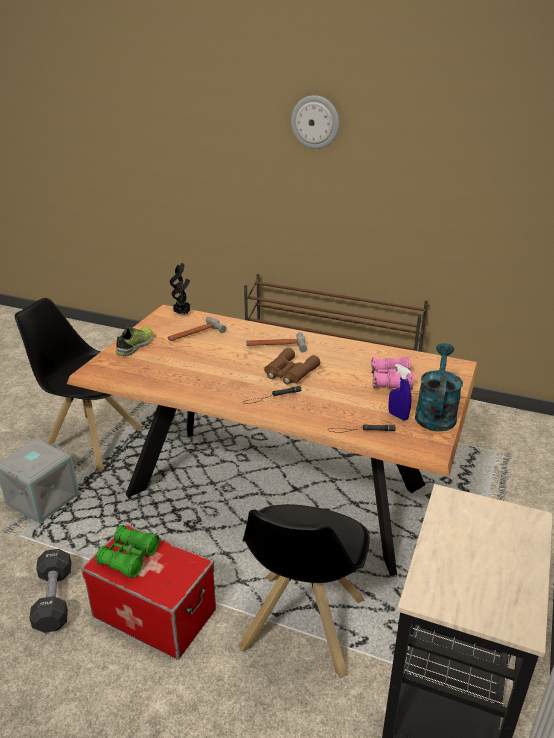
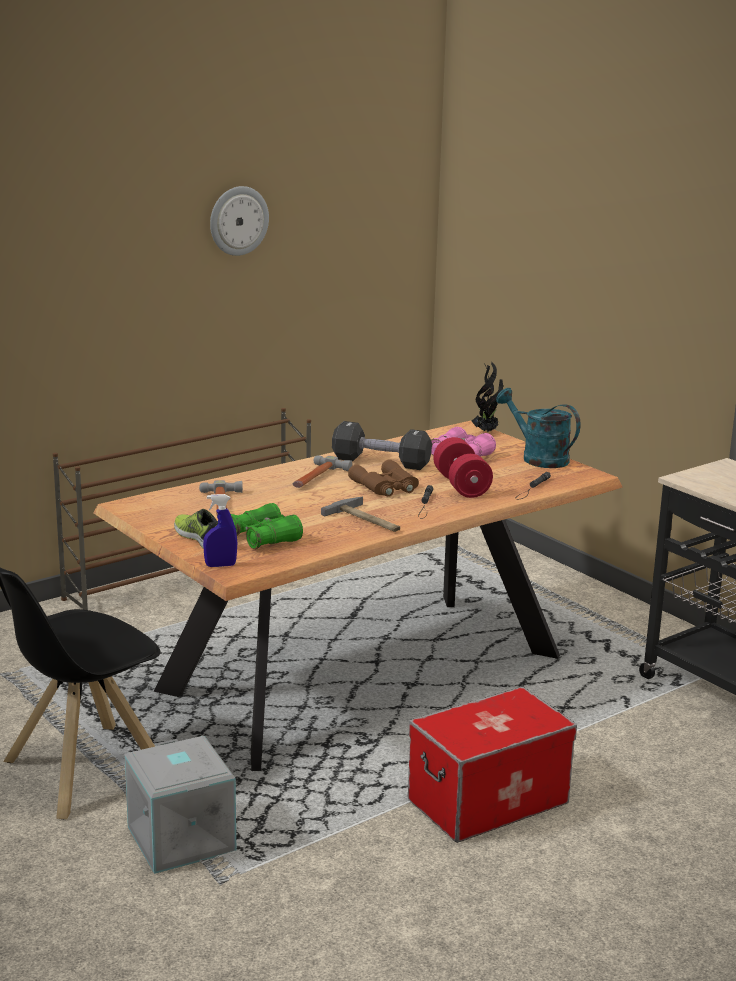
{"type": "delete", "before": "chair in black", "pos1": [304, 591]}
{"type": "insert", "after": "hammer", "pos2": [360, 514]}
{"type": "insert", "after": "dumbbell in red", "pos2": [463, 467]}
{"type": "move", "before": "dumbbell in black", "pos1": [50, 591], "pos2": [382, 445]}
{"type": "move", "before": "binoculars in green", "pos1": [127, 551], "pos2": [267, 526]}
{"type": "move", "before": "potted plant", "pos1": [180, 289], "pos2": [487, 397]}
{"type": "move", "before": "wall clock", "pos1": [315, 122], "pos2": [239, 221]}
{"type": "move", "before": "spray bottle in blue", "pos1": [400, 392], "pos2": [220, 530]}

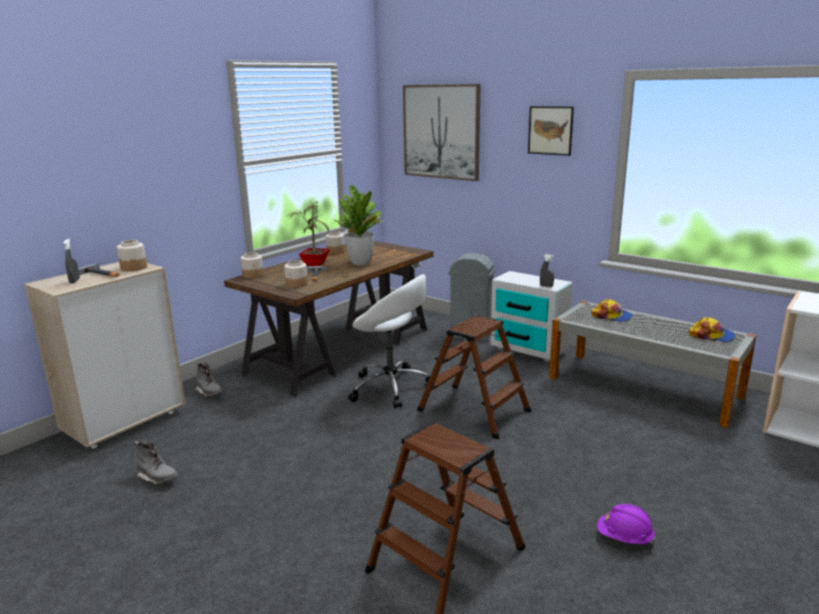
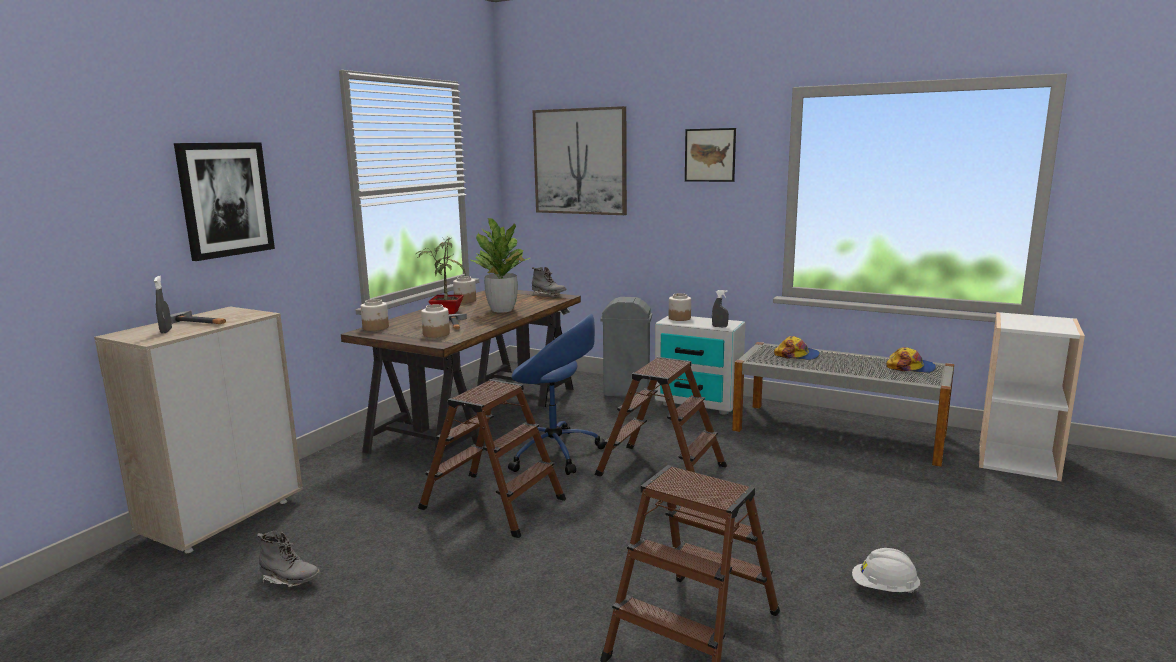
{"type": "insert", "after": "picture", "pos2": [224, 201]}
{"type": "insert", "after": "step ladder in brown", "pos2": [492, 458]}
{"type": "move", "before": "jar", "pos1": [132, 255], "pos2": [680, 307]}
{"type": "move", "before": "boot in grey", "pos1": [209, 379], "pos2": [549, 281]}
{"type": "recolor", "before": "office chair in white", "after": "office chair in blue", "pos1": [389, 341], "pos2": [557, 394]}
{"type": "recolor", "before": "hard hat in purple", "after": "hard hat in white", "pos1": [626, 524], "pos2": [886, 570]}

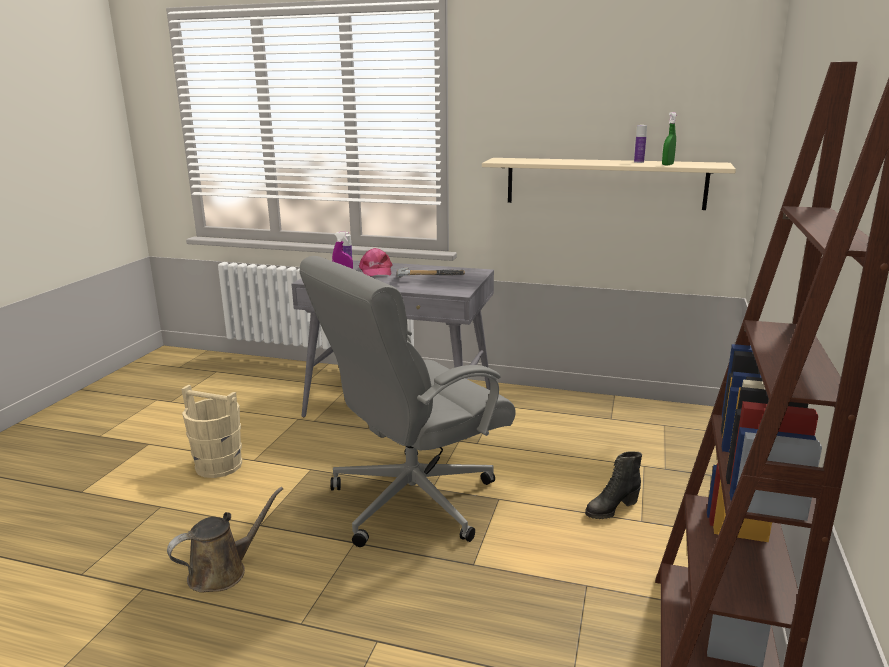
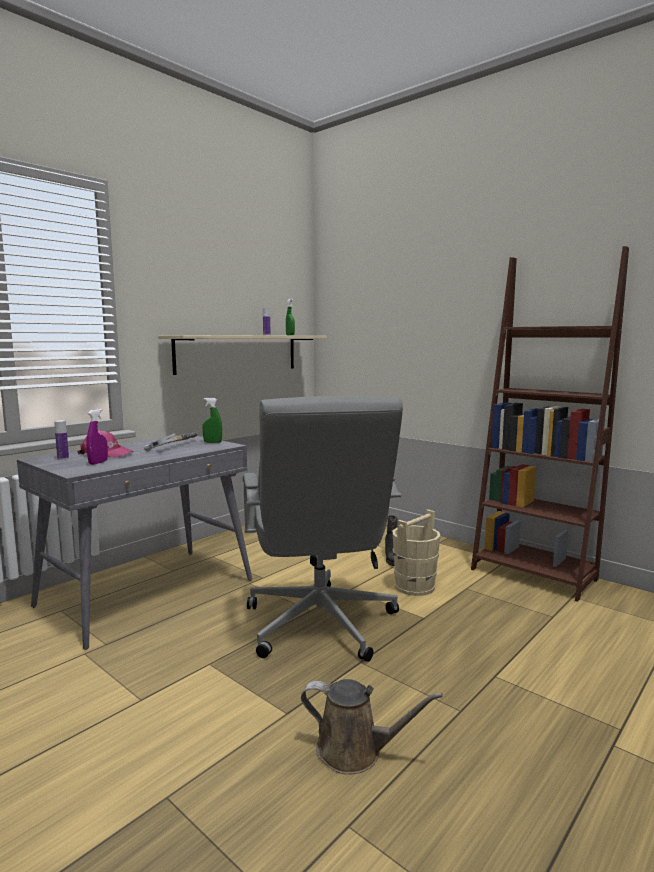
{"type": "insert", "after": "spray bottle in green", "pos2": [212, 420]}
{"type": "move", "before": "bucket in beige", "pos1": [211, 431], "pos2": [416, 552]}
{"type": "rotate", "before": "watering can in brown", "pos1": [225, 540], "pos2": [372, 727], "turn": 120}

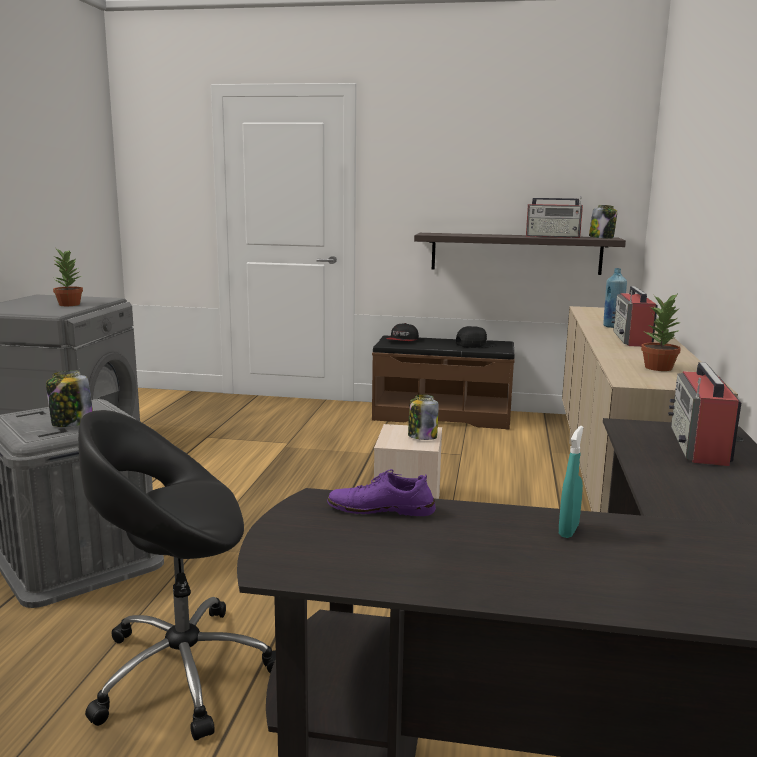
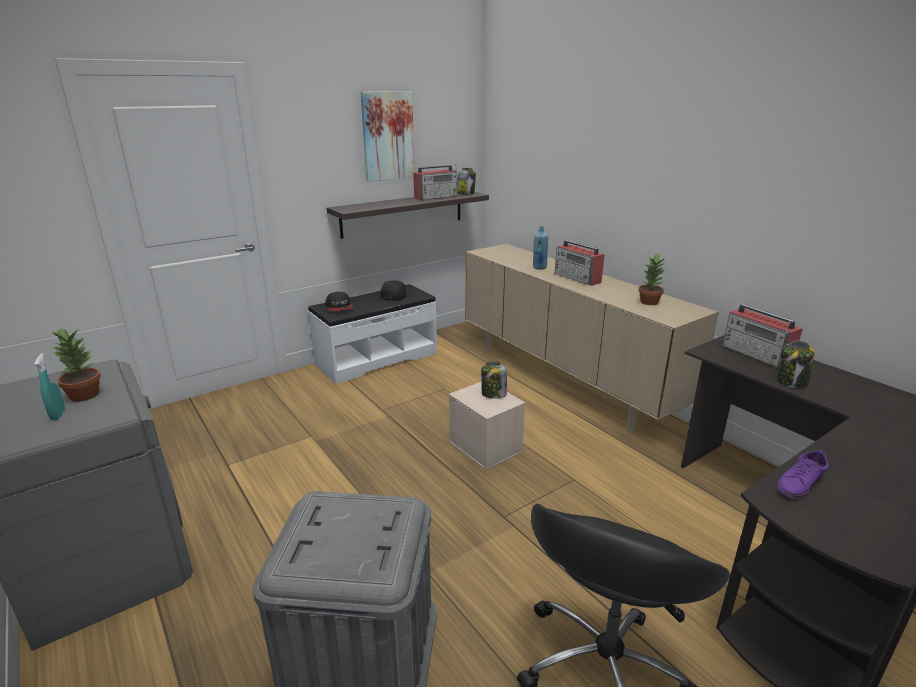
{"type": "insert", "after": "picture", "pos2": [387, 136]}
{"type": "move", "before": "jar", "pos1": [69, 398], "pos2": [796, 364]}
{"type": "move", "before": "spray bottle in turquoise", "pos1": [571, 482], "pos2": [49, 386]}
{"type": "recolor", "before": "bench in brown", "after": "bench in white", "pos1": [443, 382], "pos2": [372, 334]}

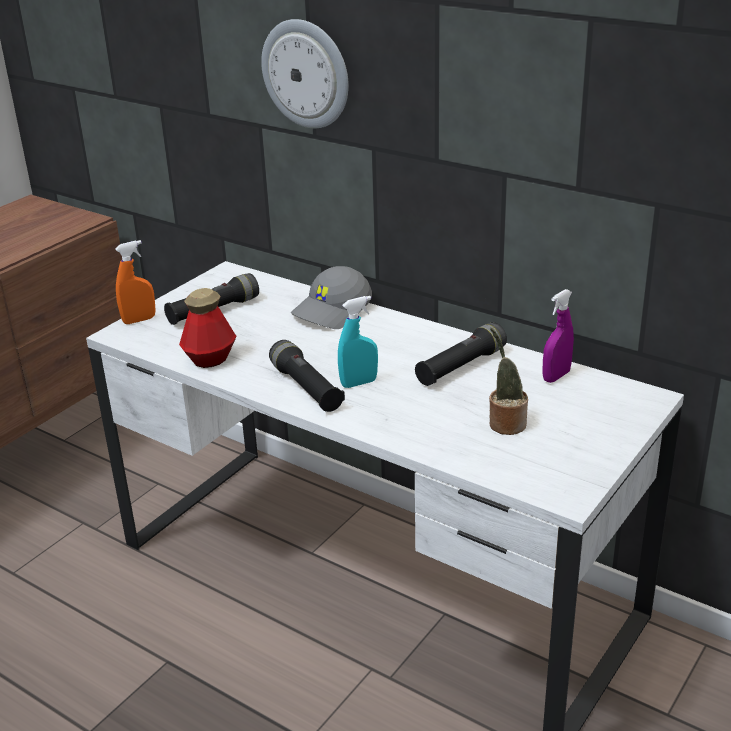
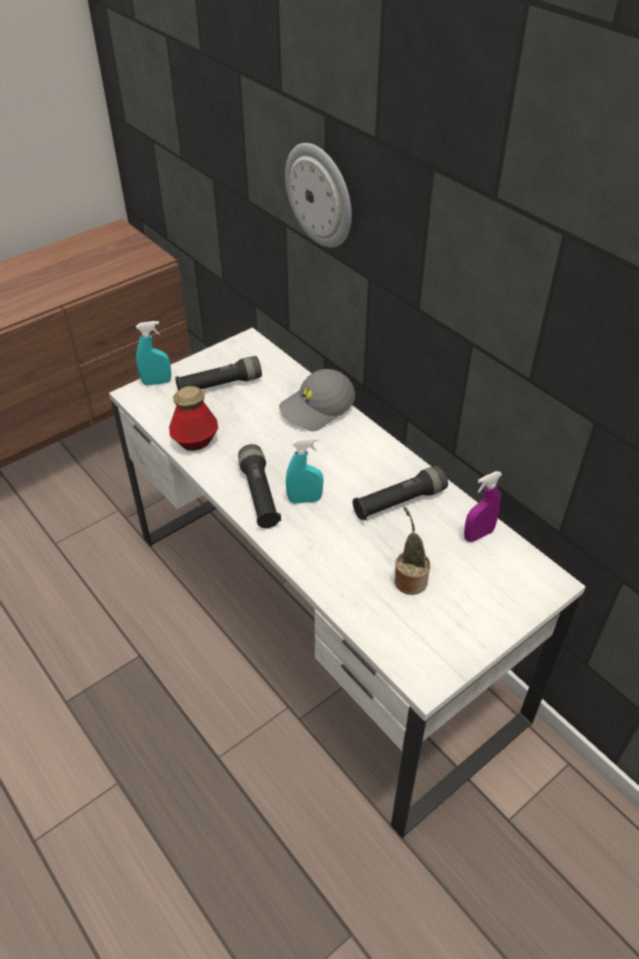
{"type": "recolor", "before": "spray bottle in orange", "after": "spray bottle in turquoise", "pos1": [135, 282], "pos2": [153, 353]}

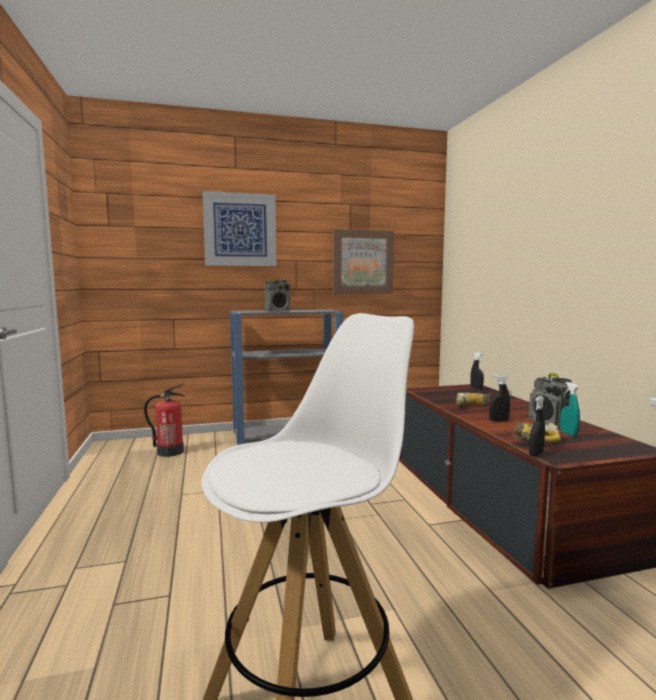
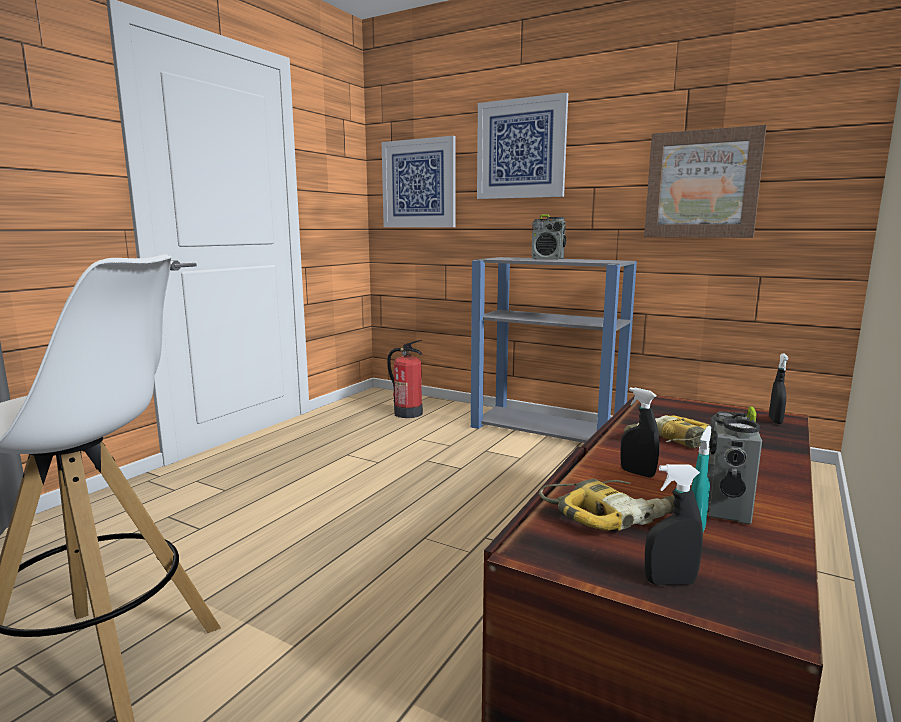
{"type": "insert", "after": "picture", "pos2": [418, 181]}
{"type": "move", "before": "spray bottle in black", "pos1": [537, 426], "pos2": [674, 524]}

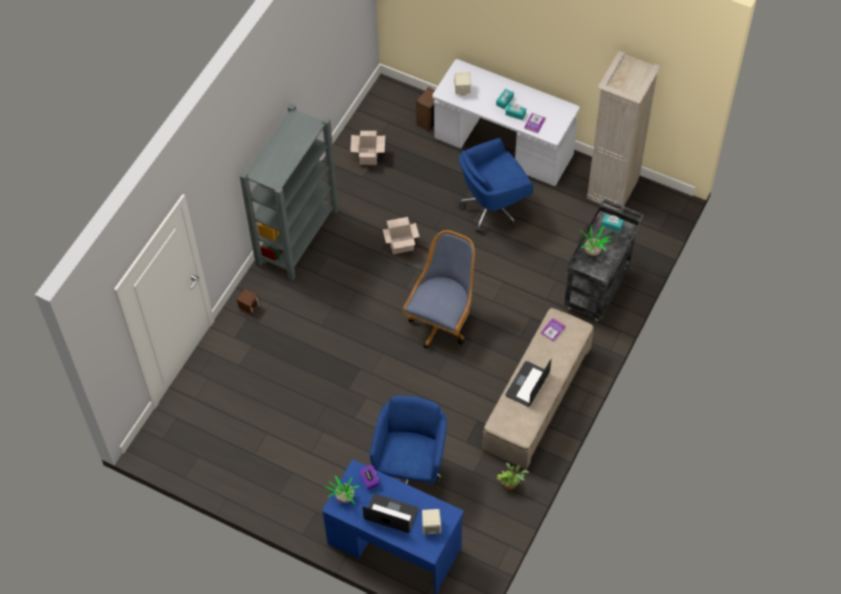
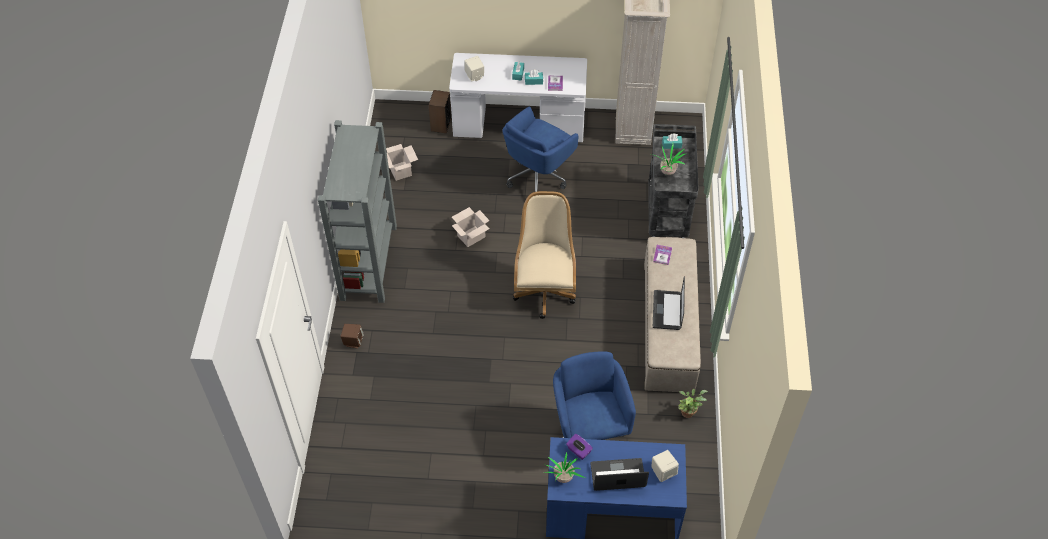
{"type": "recolor", "before": "office chair in blue", "after": "office chair in beige", "pos1": [438, 289], "pos2": [544, 255]}

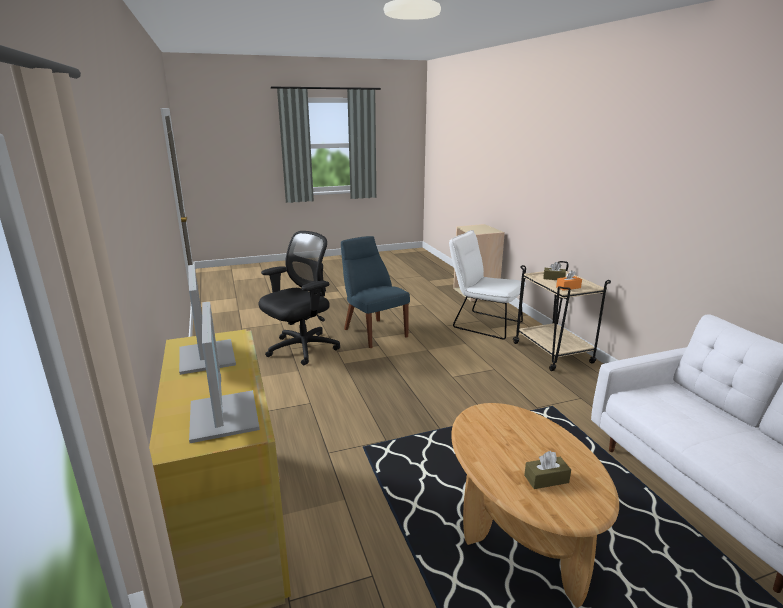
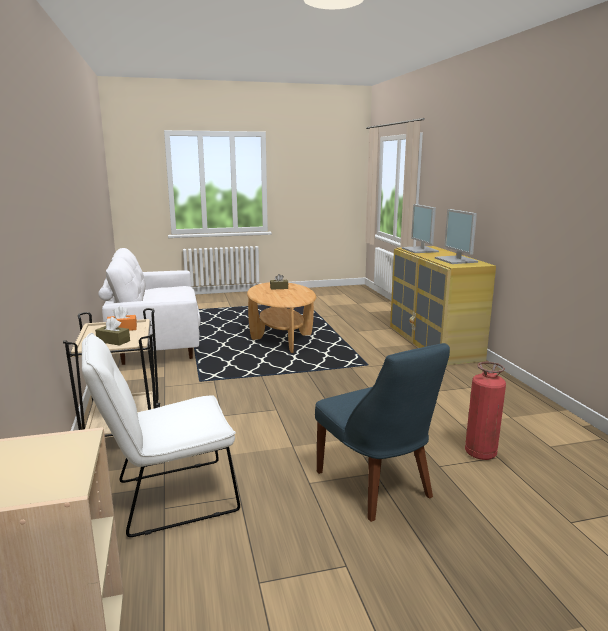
{"type": "replace", "before": "office chair in black", "after": "fire extinguisher", "pos1": [299, 298], "pos2": [485, 411]}
{"type": "rotate", "before": "chair in white", "pos1": [487, 285], "pos2": [161, 435], "turn": 120}

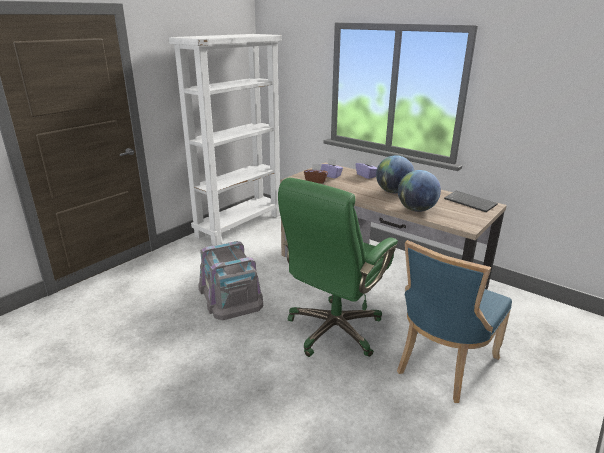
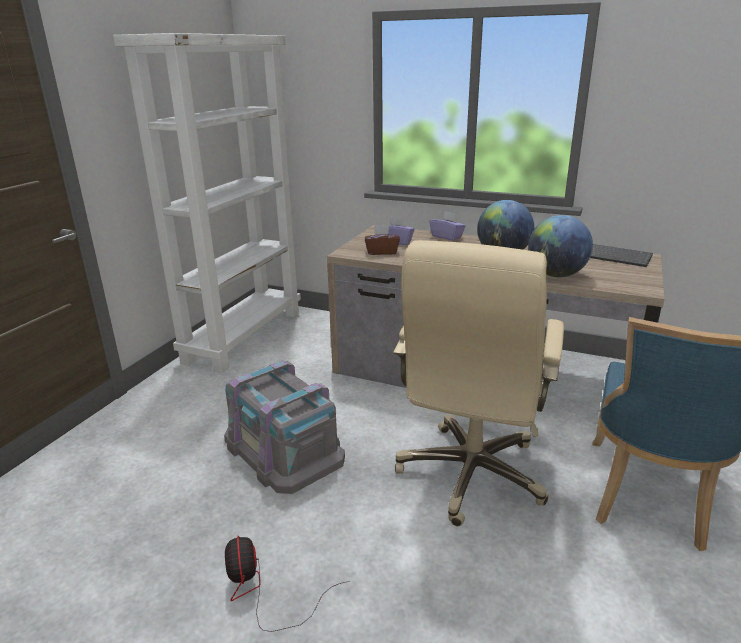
{"type": "insert", "after": "fan", "pos2": [287, 584]}
{"type": "recolor", "before": "office chair in green", "after": "office chair in beige", "pos1": [338, 267], "pos2": [478, 383]}

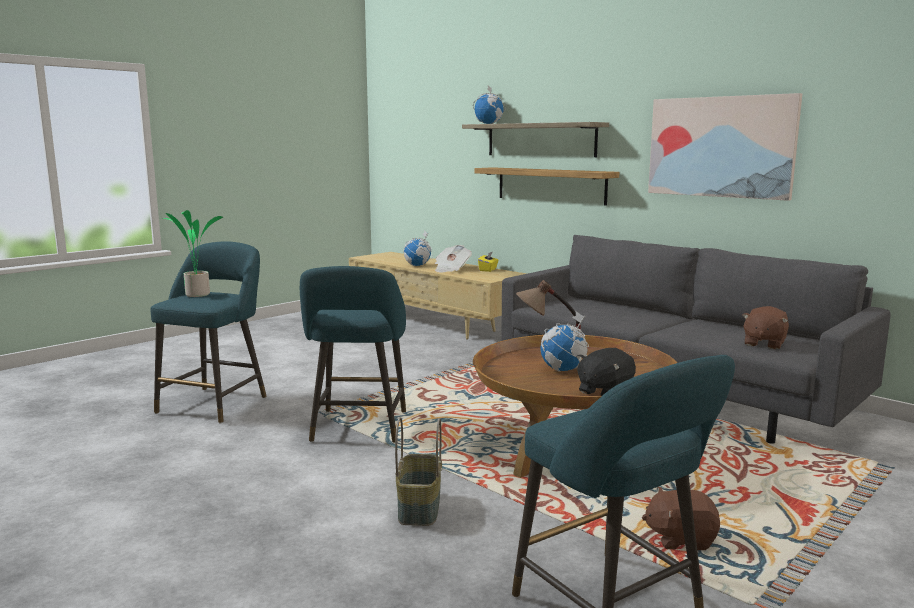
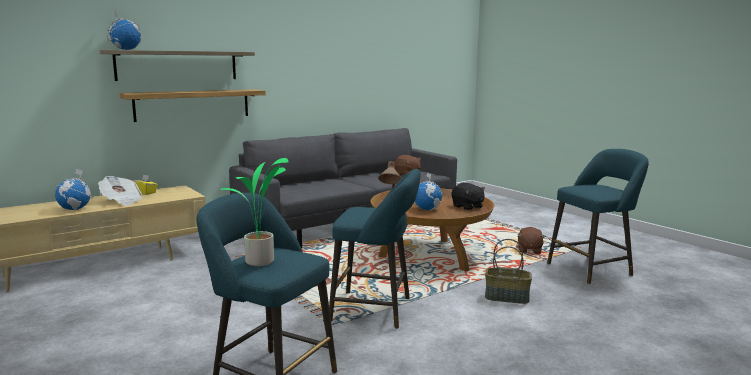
{"type": "delete", "before": "picture", "pos1": [725, 147]}

